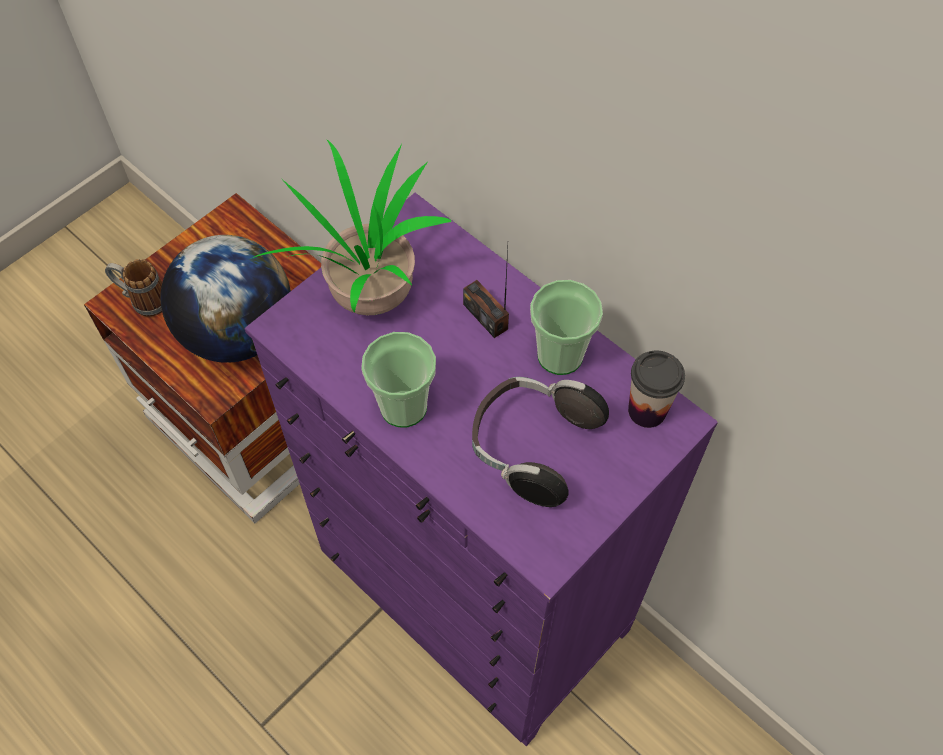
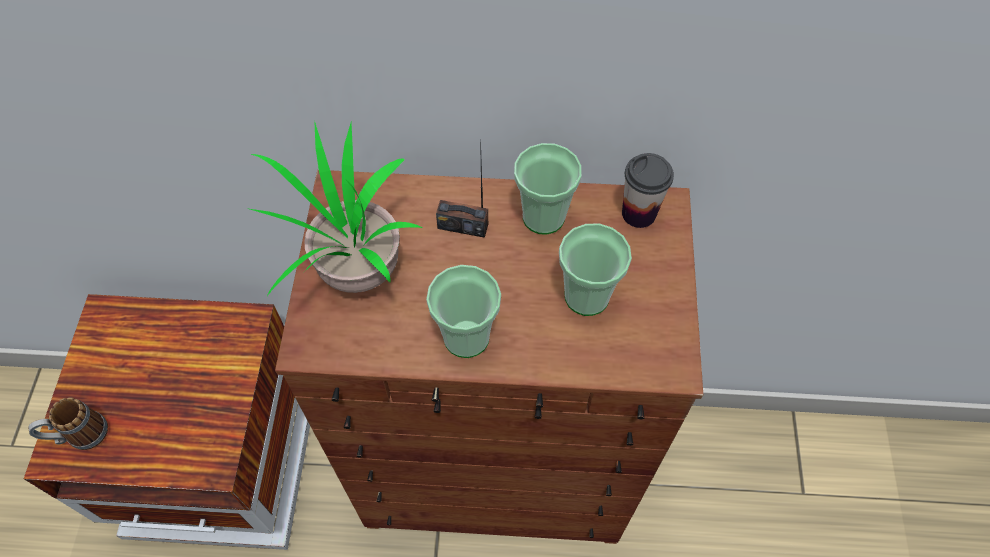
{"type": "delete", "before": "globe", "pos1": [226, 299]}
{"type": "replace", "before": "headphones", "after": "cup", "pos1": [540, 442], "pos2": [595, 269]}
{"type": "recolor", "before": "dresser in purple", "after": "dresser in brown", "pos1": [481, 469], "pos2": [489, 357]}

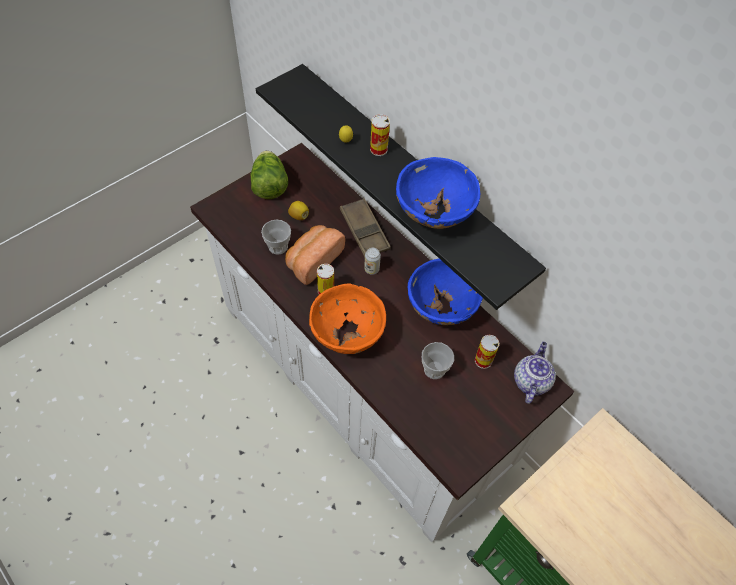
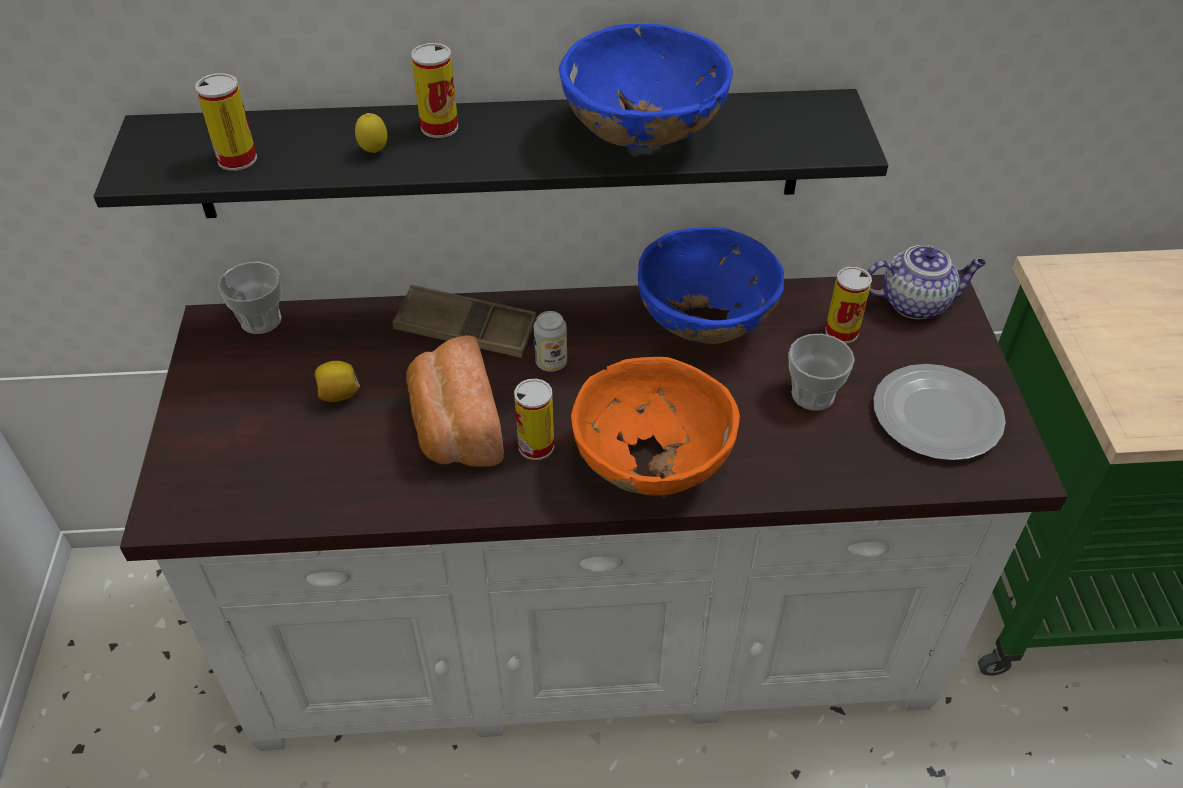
{"type": "delete", "before": "lettuce", "pos1": [269, 175]}
{"type": "insert", "after": "can", "pos2": [226, 122]}
{"type": "insert", "after": "plate", "pos2": [939, 412]}
{"type": "move", "before": "cup", "pos1": [276, 237], "pos2": [250, 298]}
{"type": "rotate", "before": "teapot", "pos1": [535, 373], "pos2": [926, 282], "turn": 120}

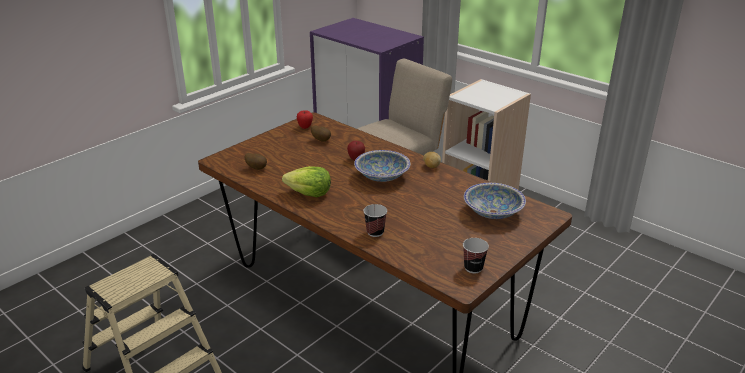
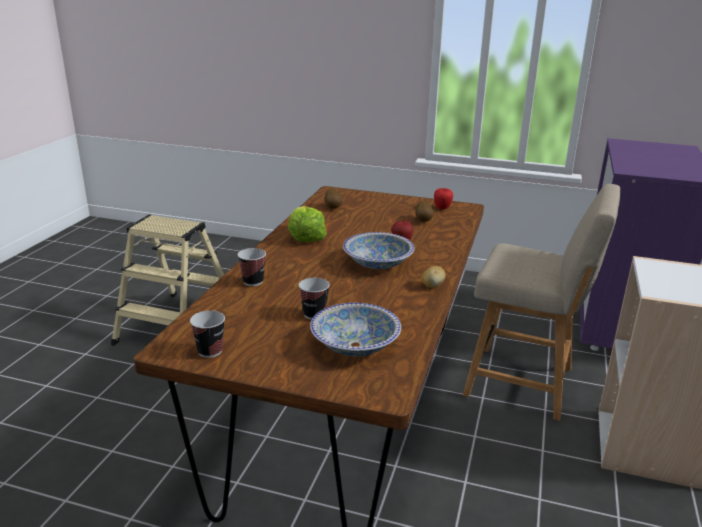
{"type": "insert", "after": "cup", "pos2": [314, 299]}

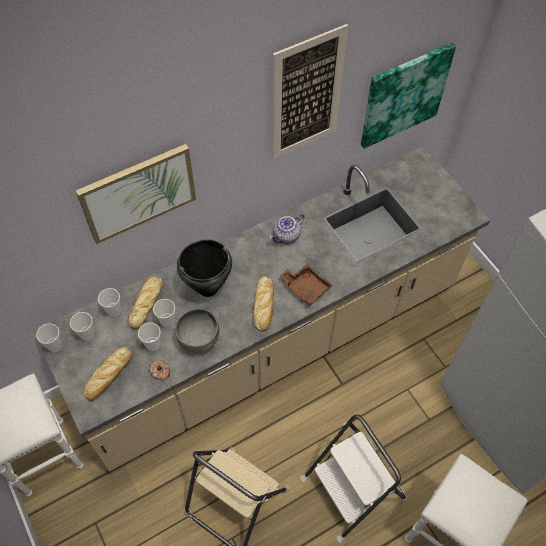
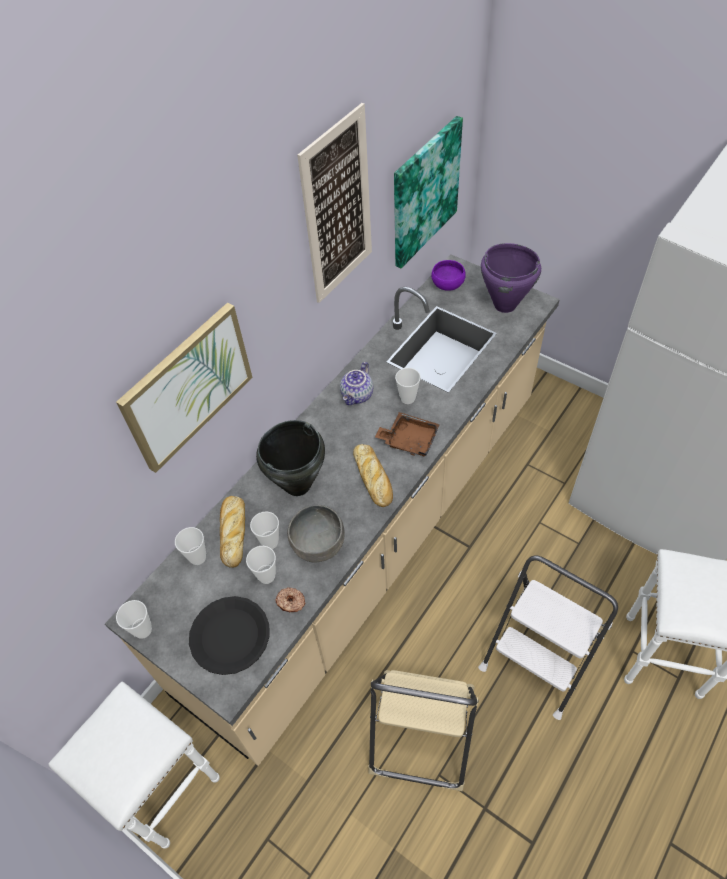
{"type": "insert", "after": "bowl in purple", "pos2": [448, 275]}
{"type": "insert", "after": "cooking pot in purple", "pos2": [511, 278]}
{"type": "move", "before": "cup", "pos1": [82, 326], "pos2": [408, 386]}
{"type": "replace", "before": "bread", "after": "plate in black", "pos1": [108, 374], "pos2": [229, 635]}

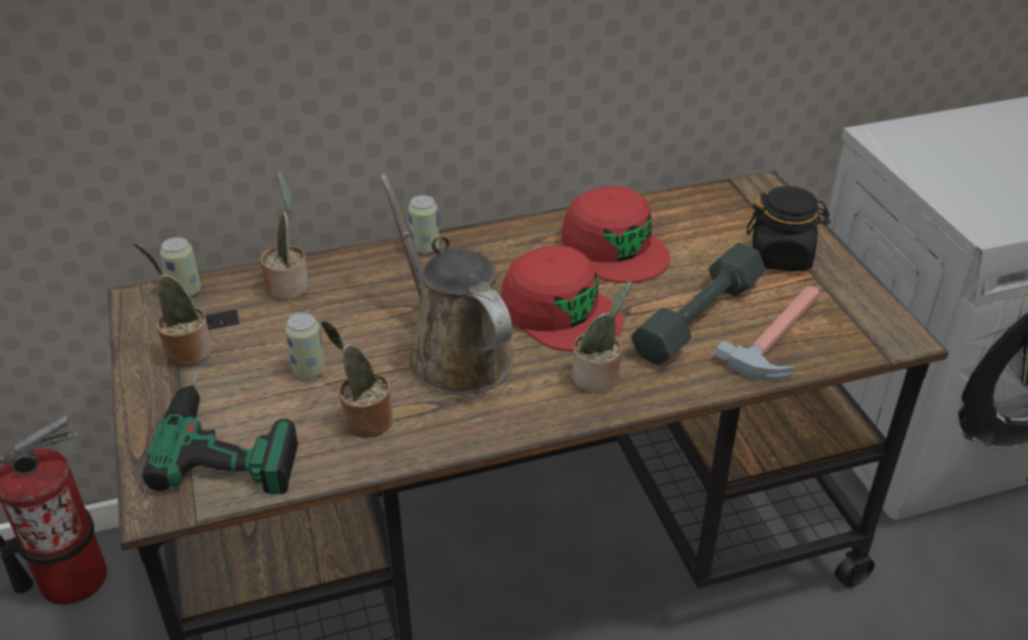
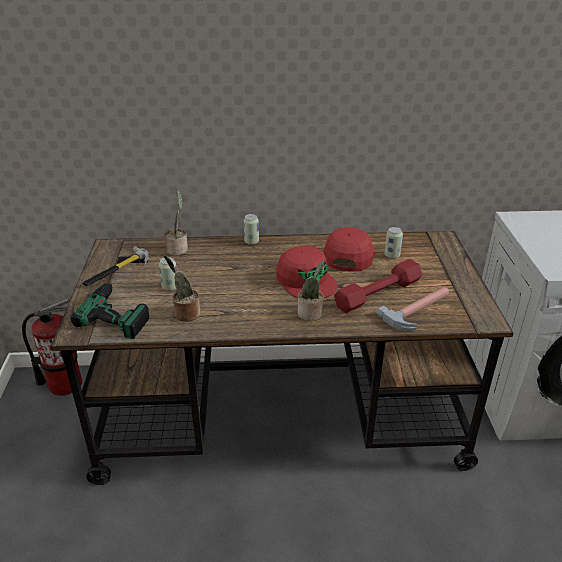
{"type": "delete", "before": "watering can in brown", "pos1": [446, 284]}
{"type": "delete", "before": "jar in black", "pos1": [788, 228]}
{"type": "move", "before": "can", "pos1": [180, 267], "pos2": [393, 243]}
{"type": "replace", "before": "potted plant", "after": "hammer", "pos1": [173, 305], "pos2": [116, 266]}
{"type": "recolor", "before": "dumbbell in grey", "after": "dumbbell in red", "pos1": [698, 303], "pos2": [378, 286]}
{"type": "rotate", "before": "cap in red", "pos1": [616, 234], "pos2": [349, 249], "turn": -150}

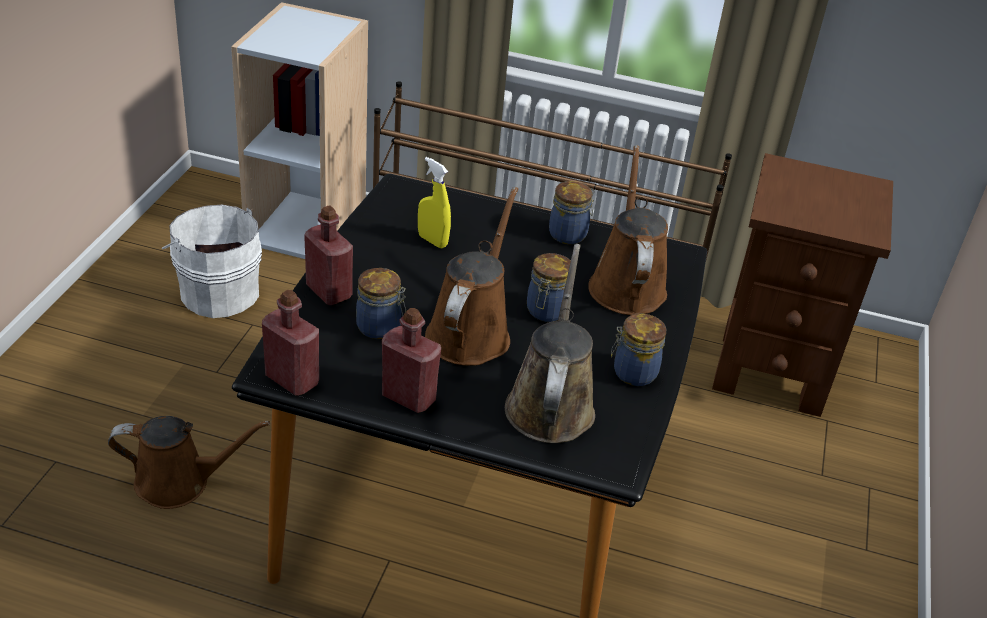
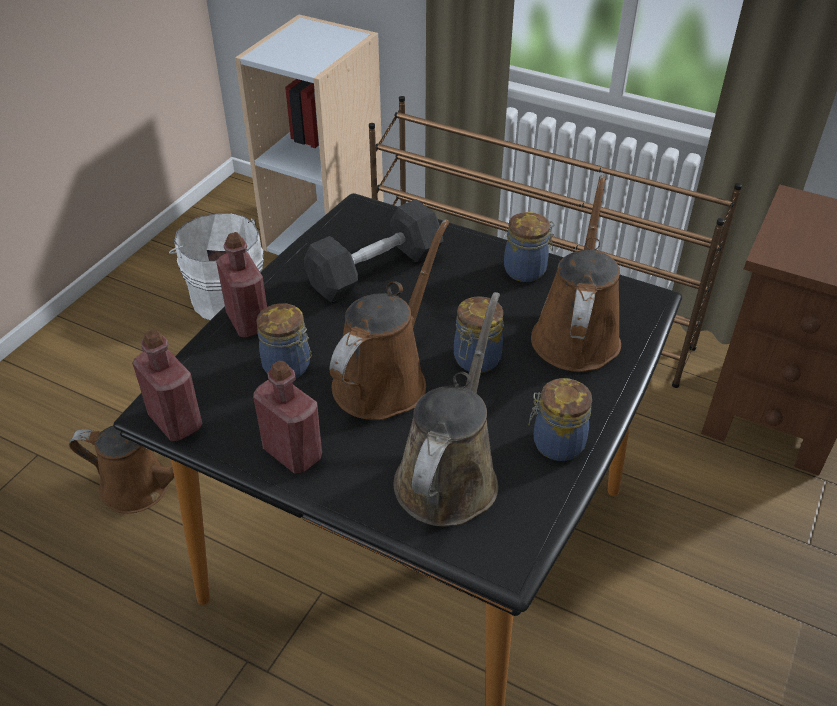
{"type": "replace", "before": "spray bottle in yellow", "after": "dumbbell in grey", "pos1": [434, 202], "pos2": [373, 251]}

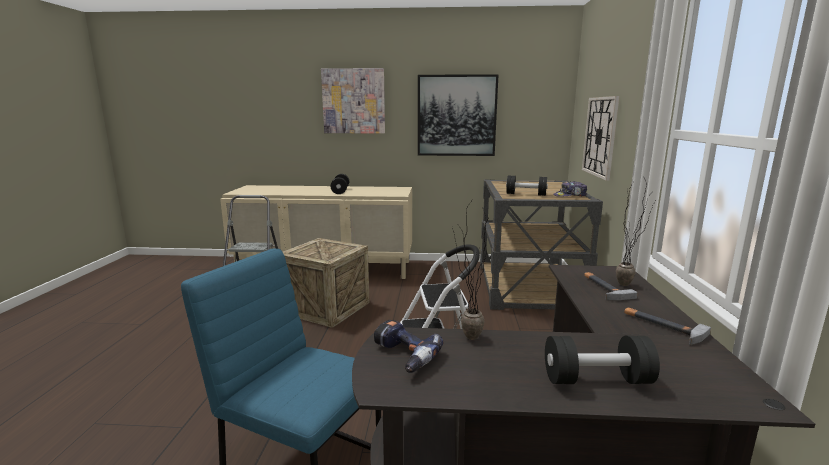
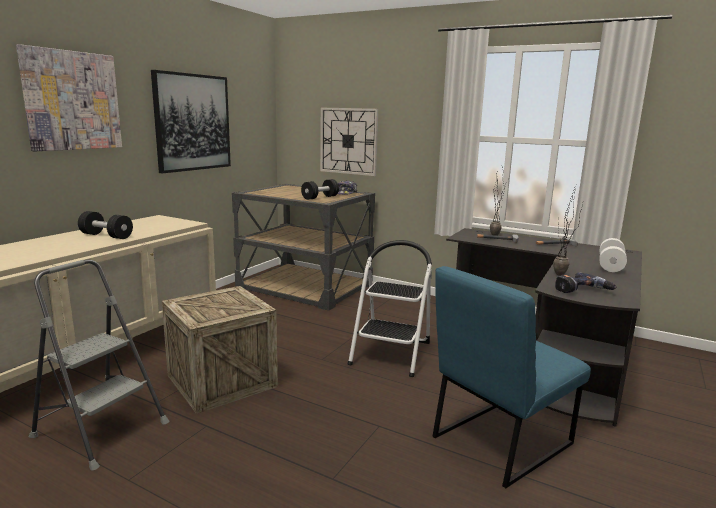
{"type": "recolor", "before": "dumbbell in black", "after": "dumbbell in white", "pos1": [602, 360], "pos2": [613, 255]}

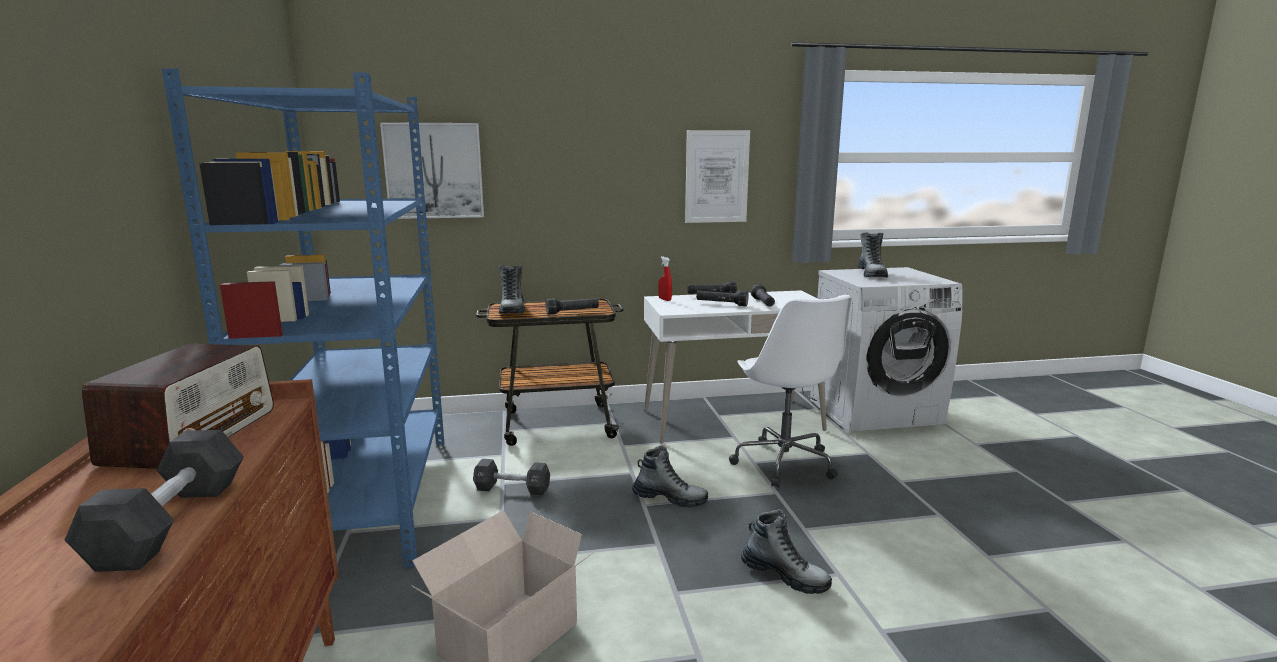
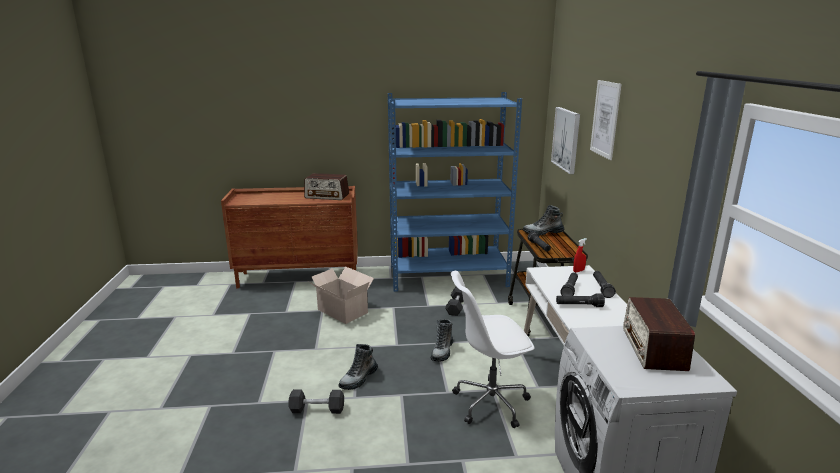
{"type": "move", "before": "dumbbell in black", "pos1": [154, 501], "pos2": [316, 401]}
{"type": "move", "before": "picture", "pos1": [717, 176], "pos2": [605, 120]}
{"type": "replace", "before": "boot", "after": "radio", "pos1": [873, 255], "pos2": [659, 334]}

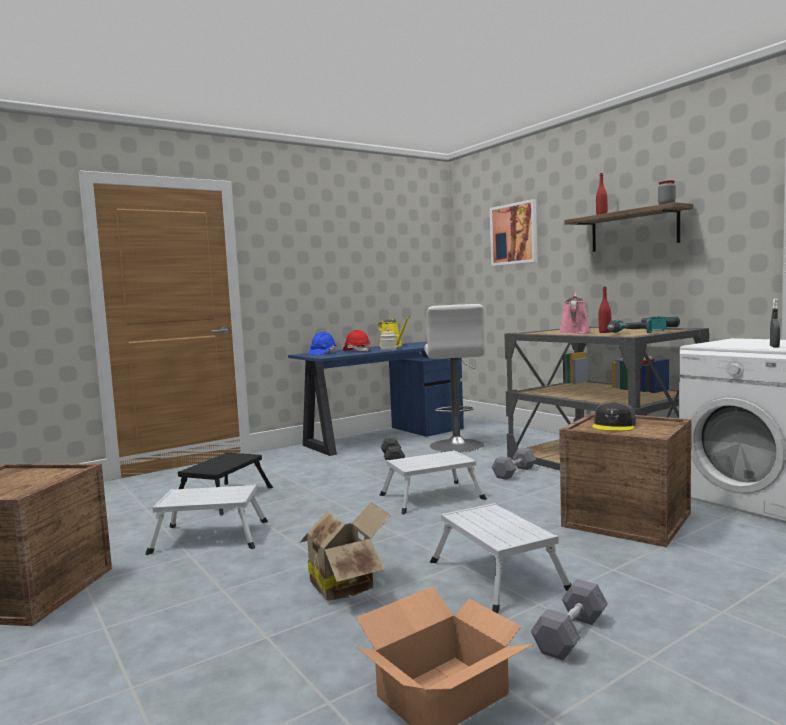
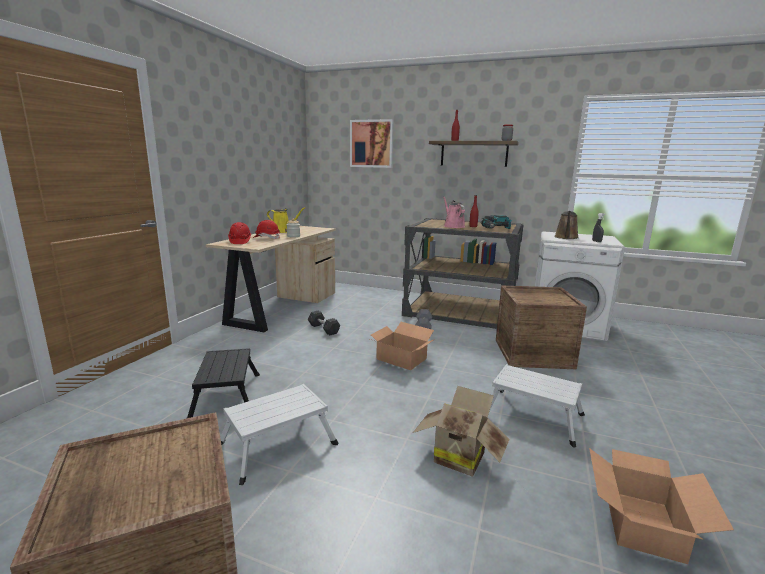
{"type": "delete", "before": "stool in white", "pos1": [454, 378]}
{"type": "delete", "before": "dumbbell in grey", "pos1": [569, 619]}
{"type": "delete", "before": "cap in grey", "pos1": [614, 416]}
{"type": "insert", "after": "watering can in brown", "pos2": [566, 225]}
{"type": "replace", "before": "step ladder in white", "after": "cardboard box", "pos1": [433, 482], "pos2": [402, 346]}
{"type": "recolor", "before": "desk in blue", "after": "desk in beige", "pos1": [376, 399], "pos2": [271, 279]}
{"type": "recolor", "before": "hard hat in blue", "after": "hard hat in red", "pos1": [322, 343], "pos2": [240, 233]}

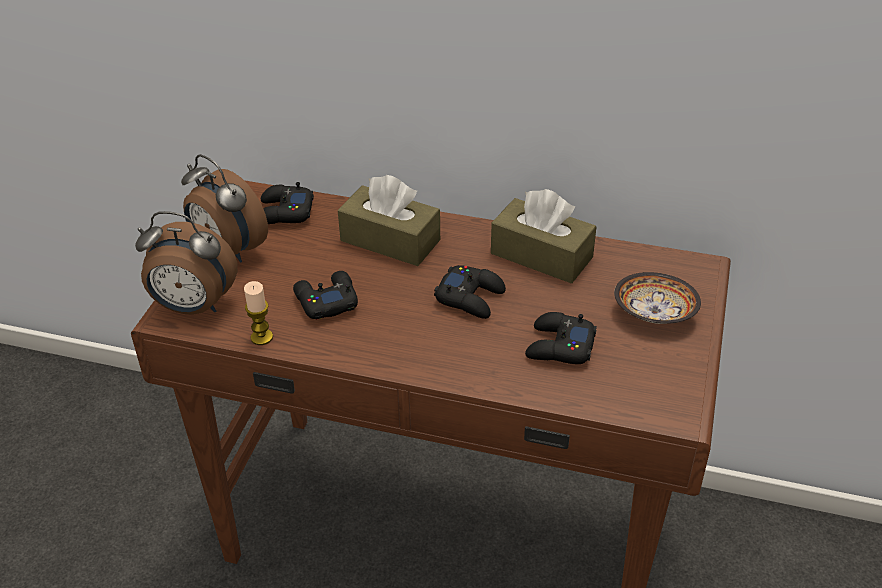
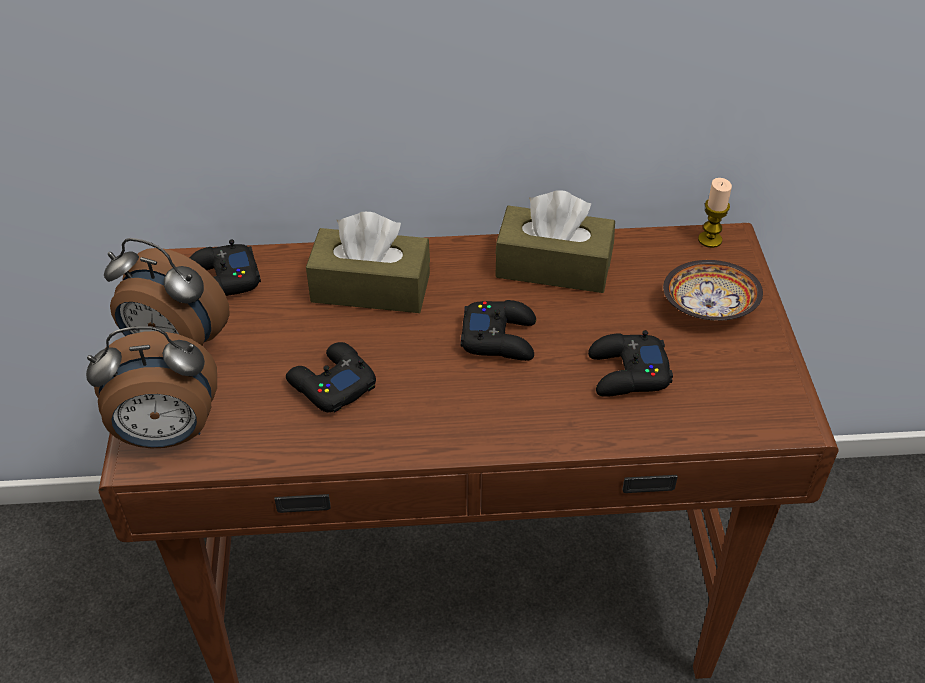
{"type": "move", "before": "candle", "pos1": [258, 313], "pos2": [715, 213]}

